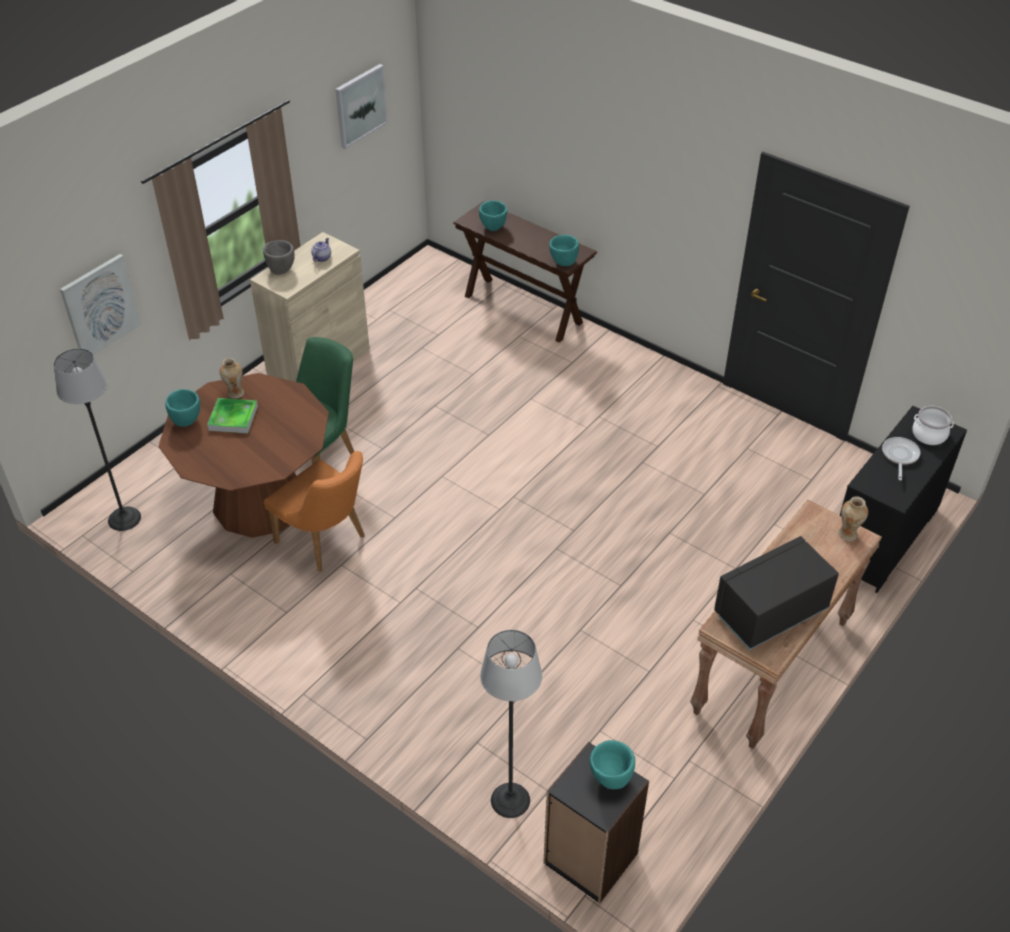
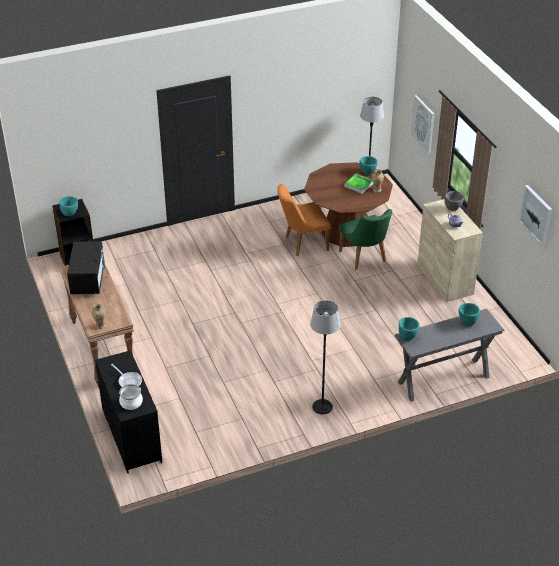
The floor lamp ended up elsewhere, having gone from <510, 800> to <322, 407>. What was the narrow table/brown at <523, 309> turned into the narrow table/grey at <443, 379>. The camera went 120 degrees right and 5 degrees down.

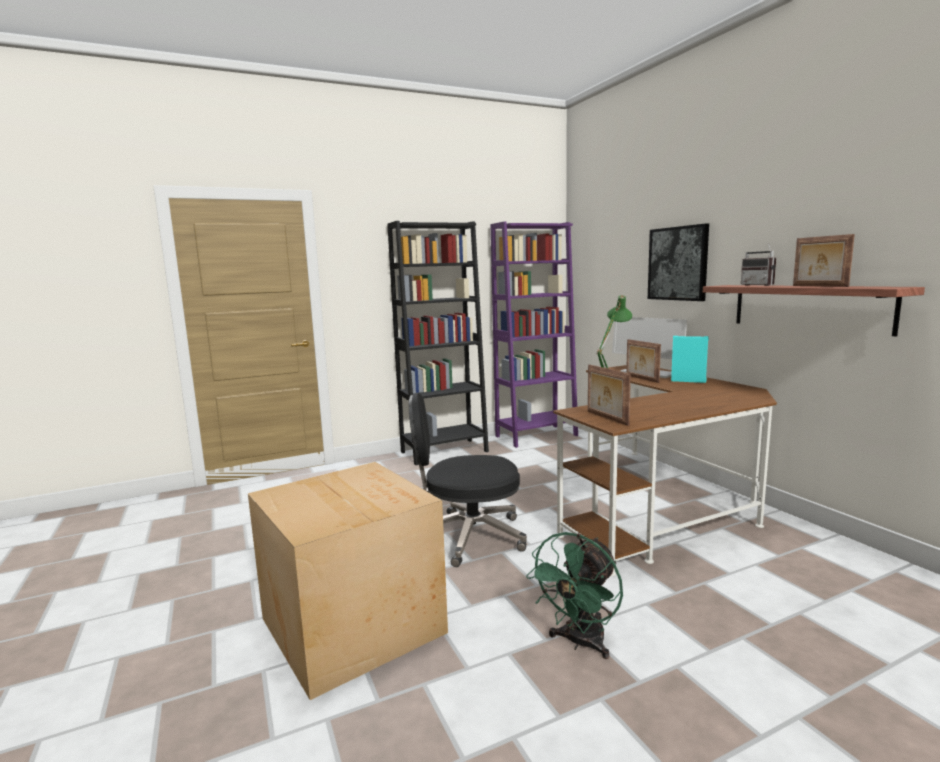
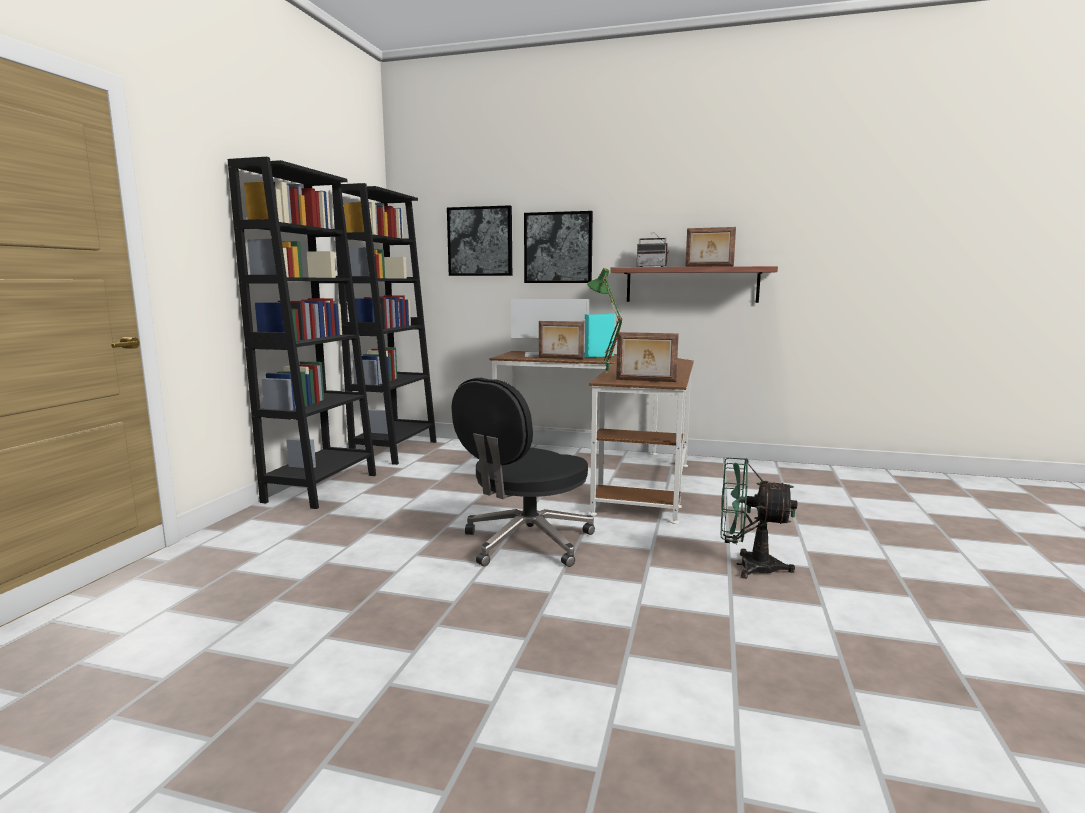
What was the bookshelf/purple-coloured at <536, 436> turned into the bookshelf/black at <395, 450>. The second view gained the picture at <480, 241>. The electric fan/green at <580, 643> ended up facing another way, 120 degrees clockwise from before. The second view lost the cardboard box at <353, 623>. The camera went 50 degrees left and 0 degrees up.

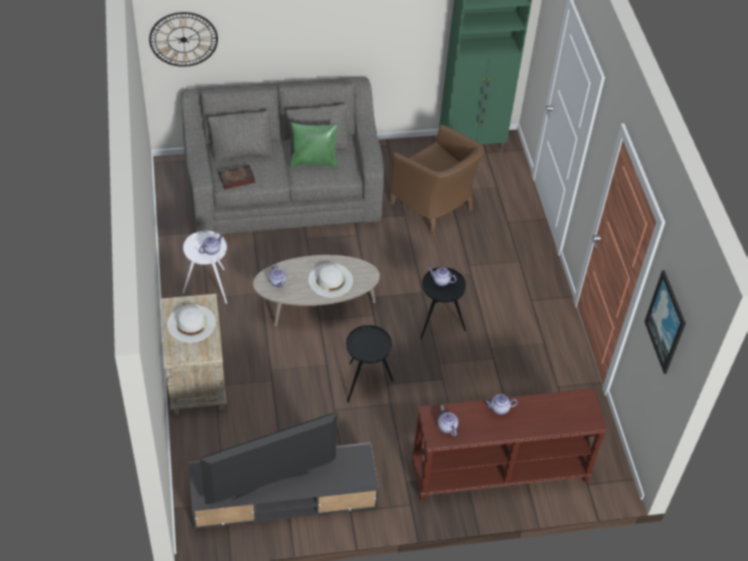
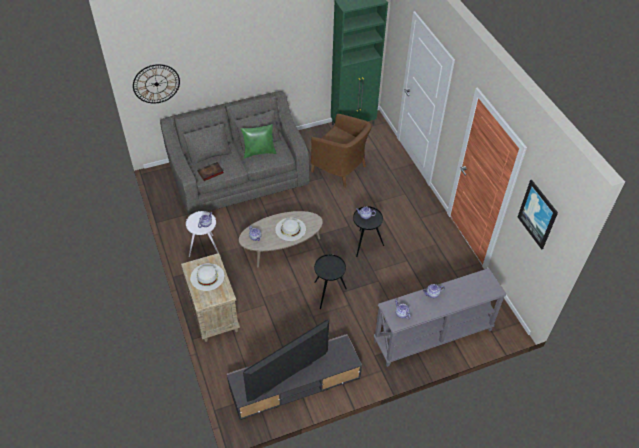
What was the narrow table/brown at <499, 472> turned into the narrow table/grey at <433, 336>. The camera went 10 degrees left and 0 degrees up.

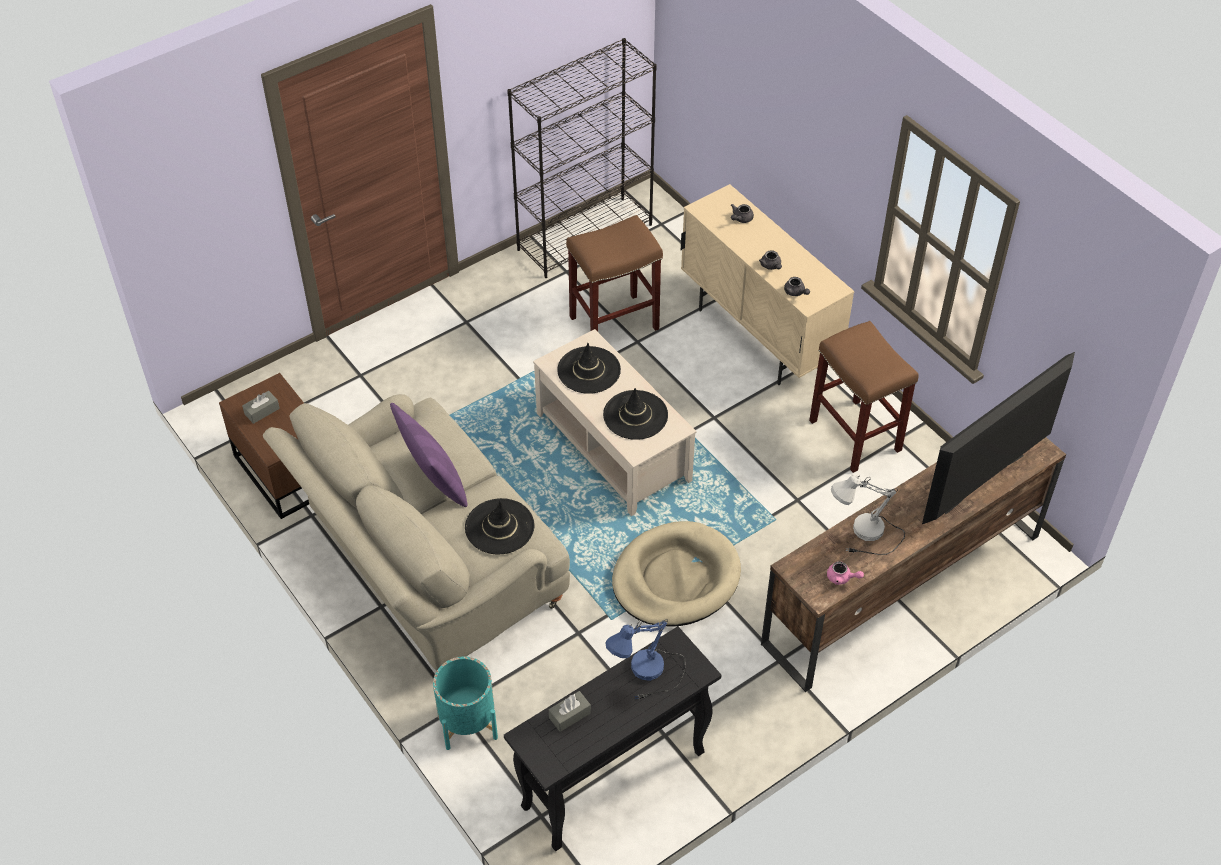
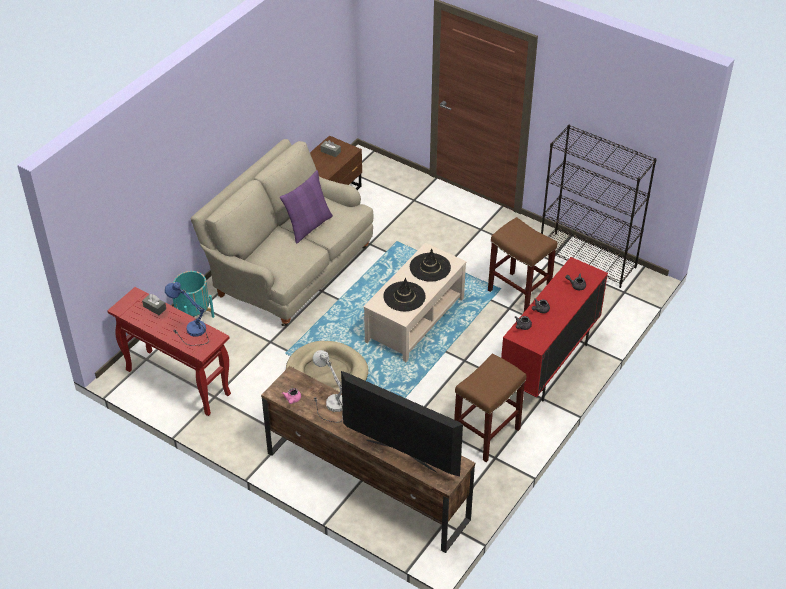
What was the narrow table/black at <612, 781> turned into the narrow table/red-coloured at <177, 382>. What was the cupboard/beige-coloured at <758, 336> turned into the cupboard/red-coloured at <549, 365>. The second view lost the hat/black at <499, 527>. The camera went 70 degrees right and 5 degrees down.

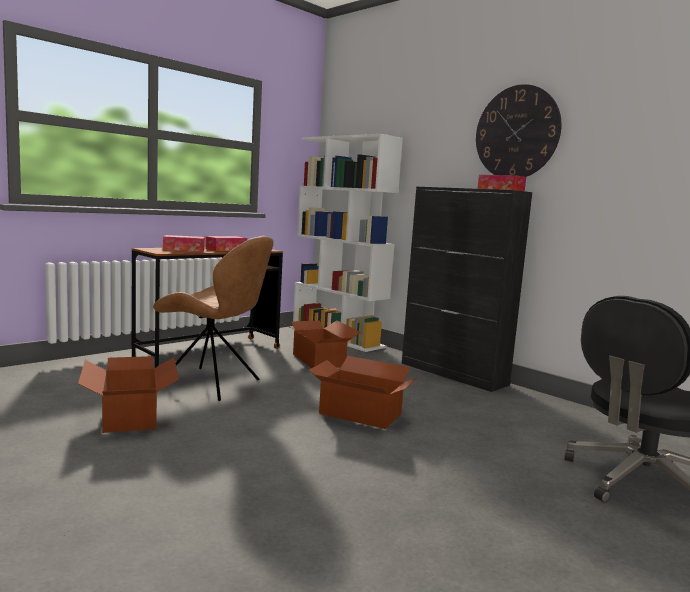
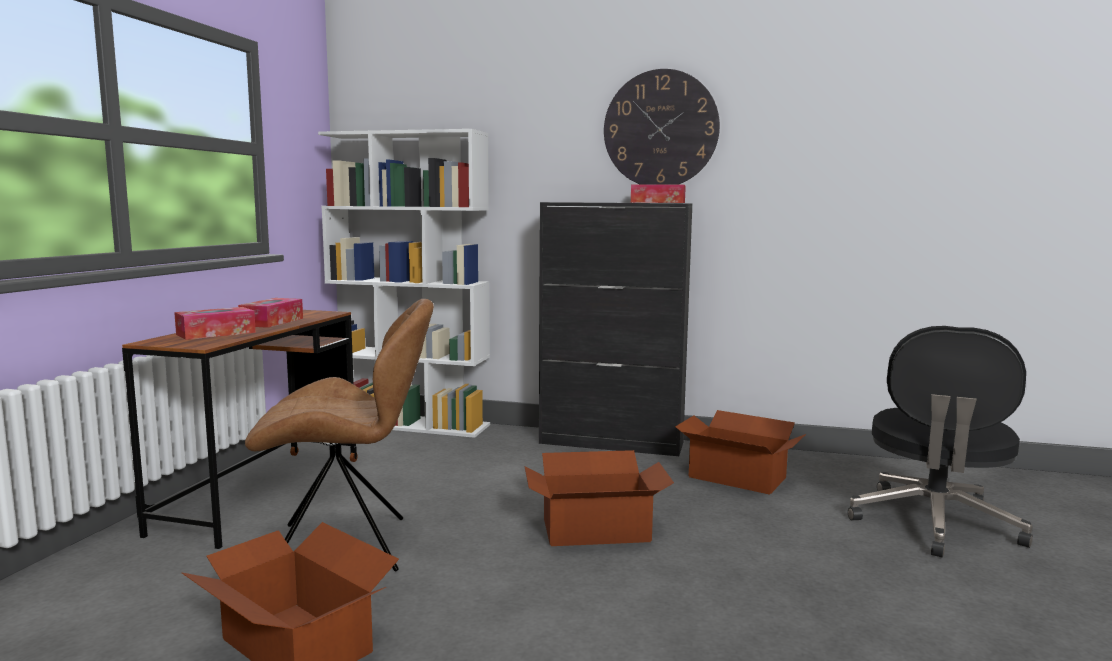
The cardboard box ended up elsewhere, having gone from <319, 360> to <736, 477>. The camera went 30 degrees left and 0 degrees up.

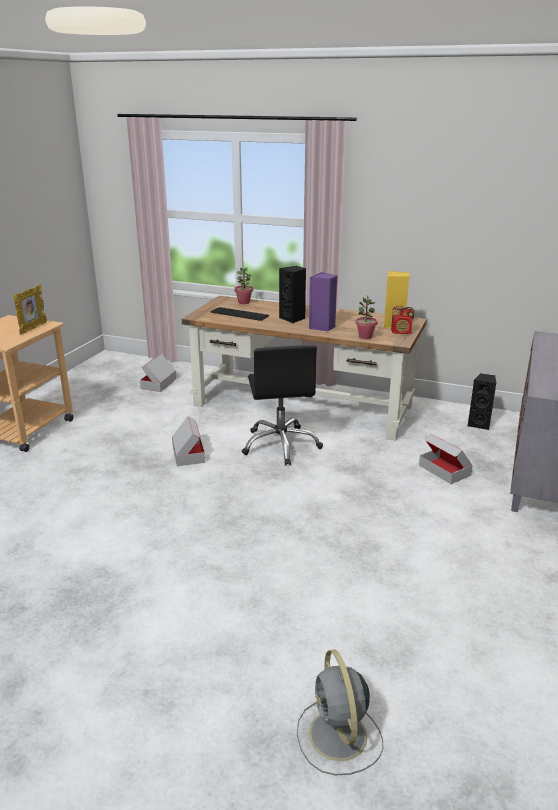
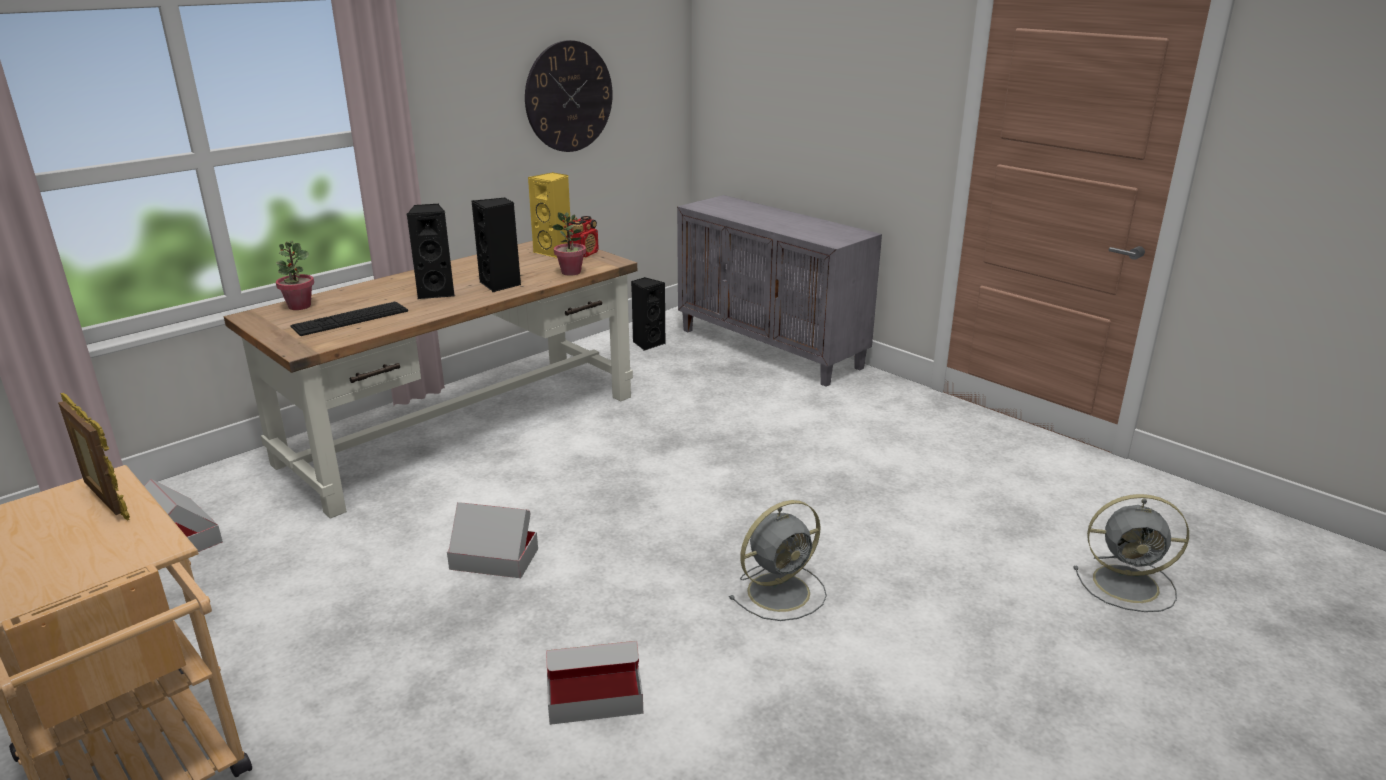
What was the audio speaker/purple-coloured at <322, 327> turned into the audio speaker/black at <501, 284>. The second view gained the wall clock at <569, 97>. The cardboard box ended up elsewhere, having gone from <444, 470> to <595, 696>. The second view gained the electric fan/grey at <781, 591>. The second view lost the desk chair/black at <281, 445>. The camera went 65 degrees left and 0 degrees up.

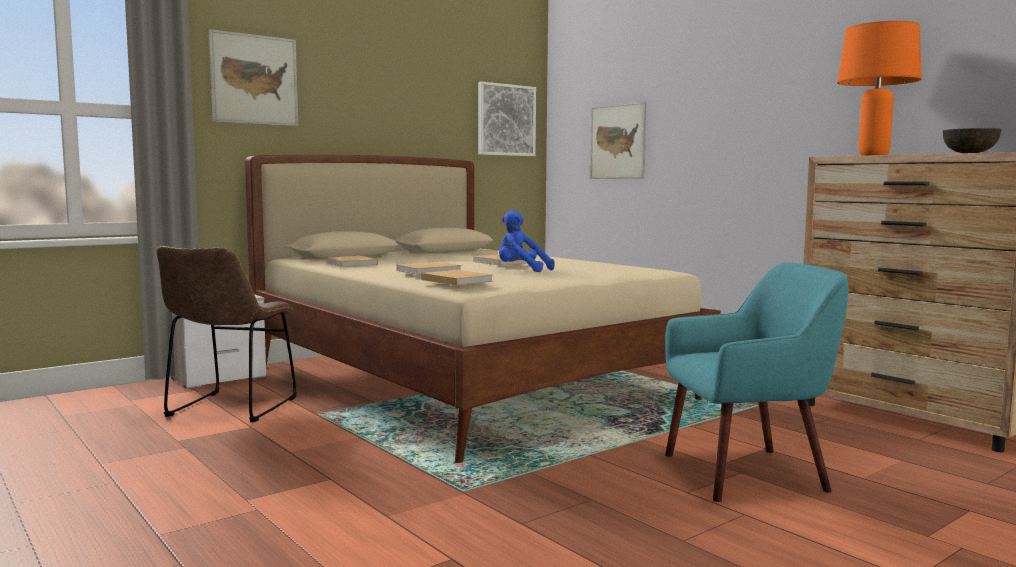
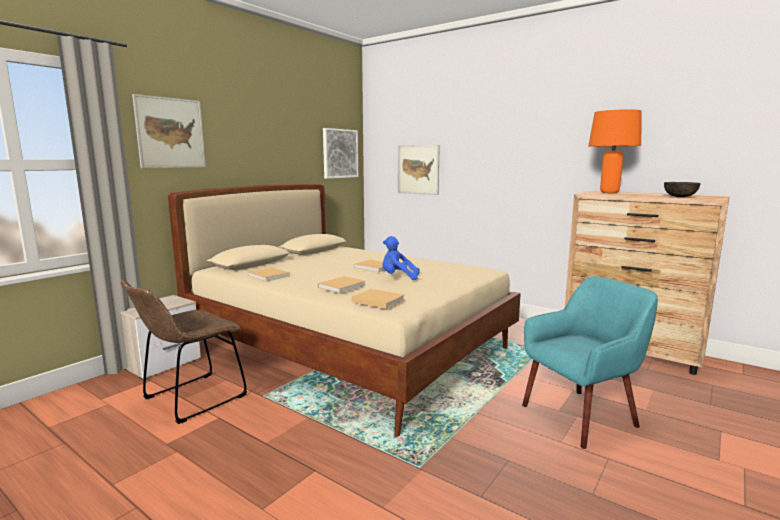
The upright chair/brown at <229, 409> ended up facing another way, 45 degrees clockwise from before. The camera went 15 degrees left and 5 degrees up.

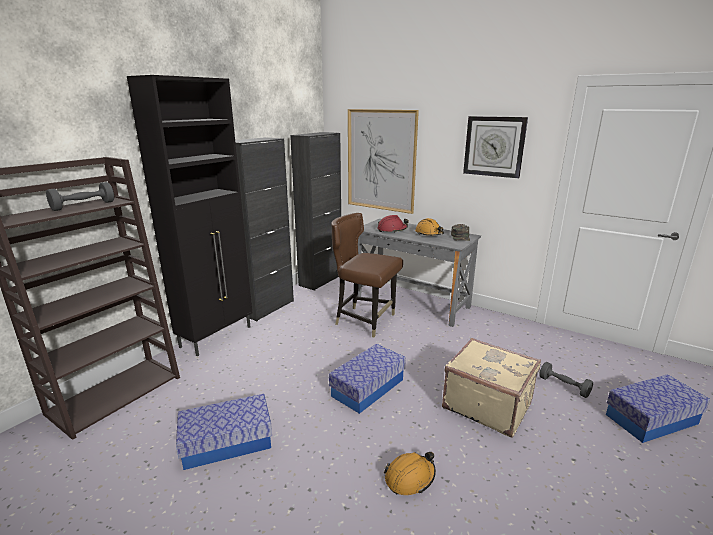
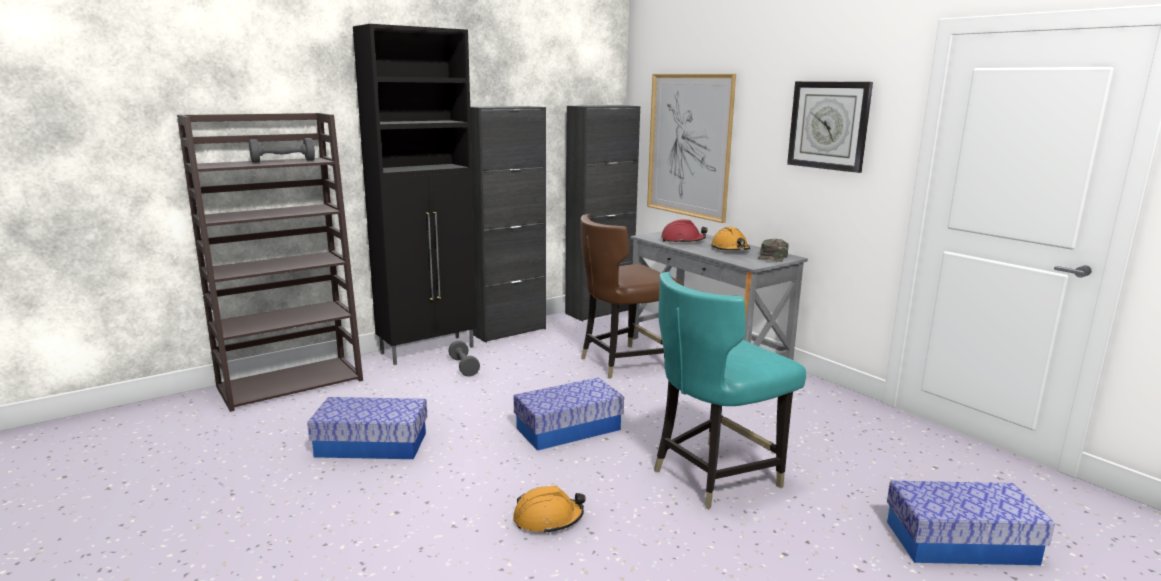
The hand weight/grey ended up elsewhere, having gone from <564, 386> to <464, 367>. The upright chair/brown at <365, 320> ended up facing another way, 75 degrees counterclockwise from before. Where the suitcase/beige-coloured stood at <487, 404>, the upright chair/blue-green came to stand at <714, 475>. The camera went 20 degrees right and 5 degrees down.

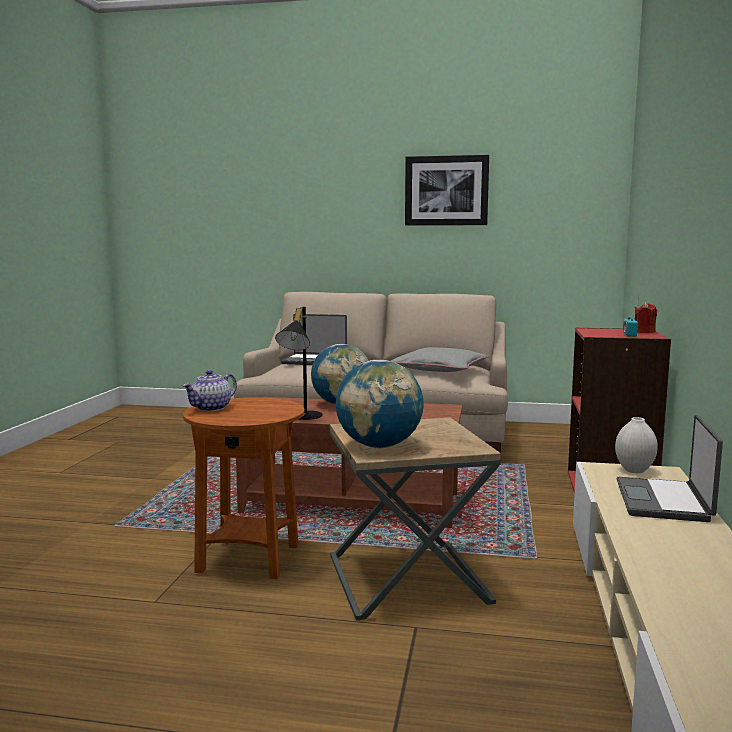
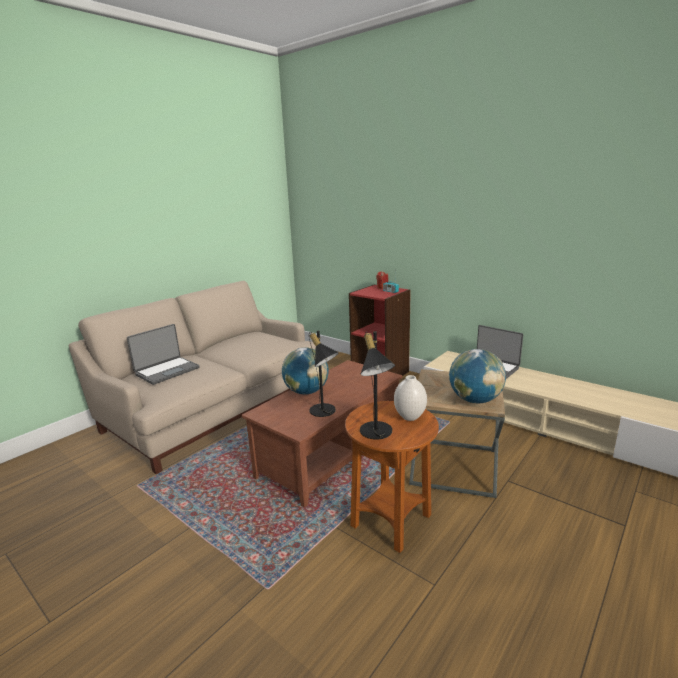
Where the tea pot stood at <211, 408>, the table lamp/black came to stand at <376, 434>. The decorative vase/white ended up elsewhere, having gone from <634, 470> to <410, 417>. The second view lost the cushion/grey at <439, 369>. The second view lost the picture at <446, 191>. The camera went 60 degrees left and 10 degrees up.

